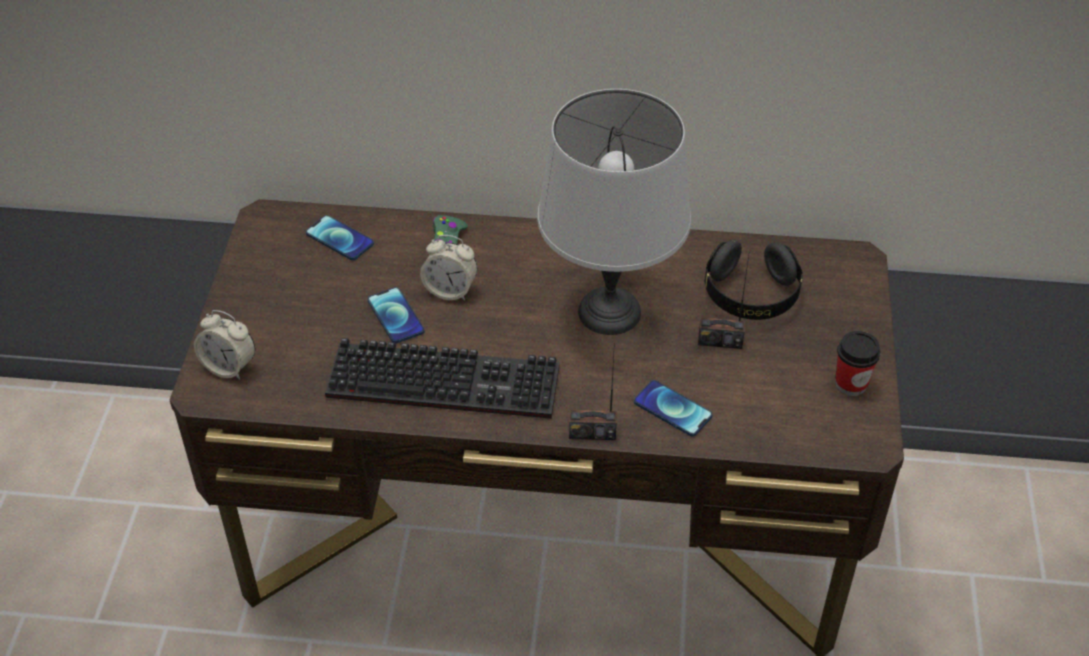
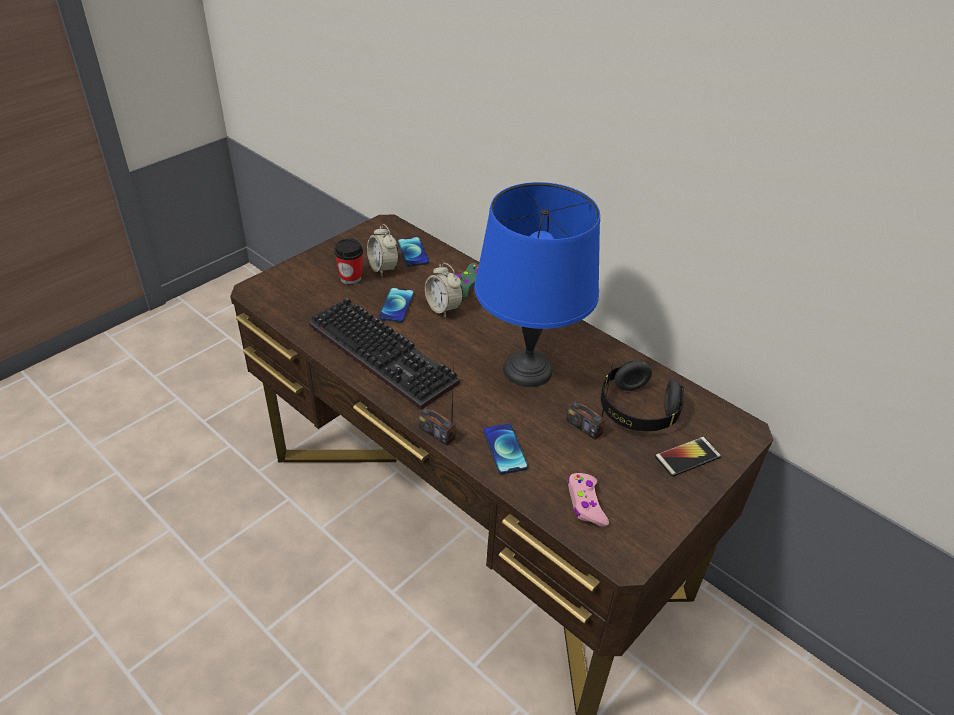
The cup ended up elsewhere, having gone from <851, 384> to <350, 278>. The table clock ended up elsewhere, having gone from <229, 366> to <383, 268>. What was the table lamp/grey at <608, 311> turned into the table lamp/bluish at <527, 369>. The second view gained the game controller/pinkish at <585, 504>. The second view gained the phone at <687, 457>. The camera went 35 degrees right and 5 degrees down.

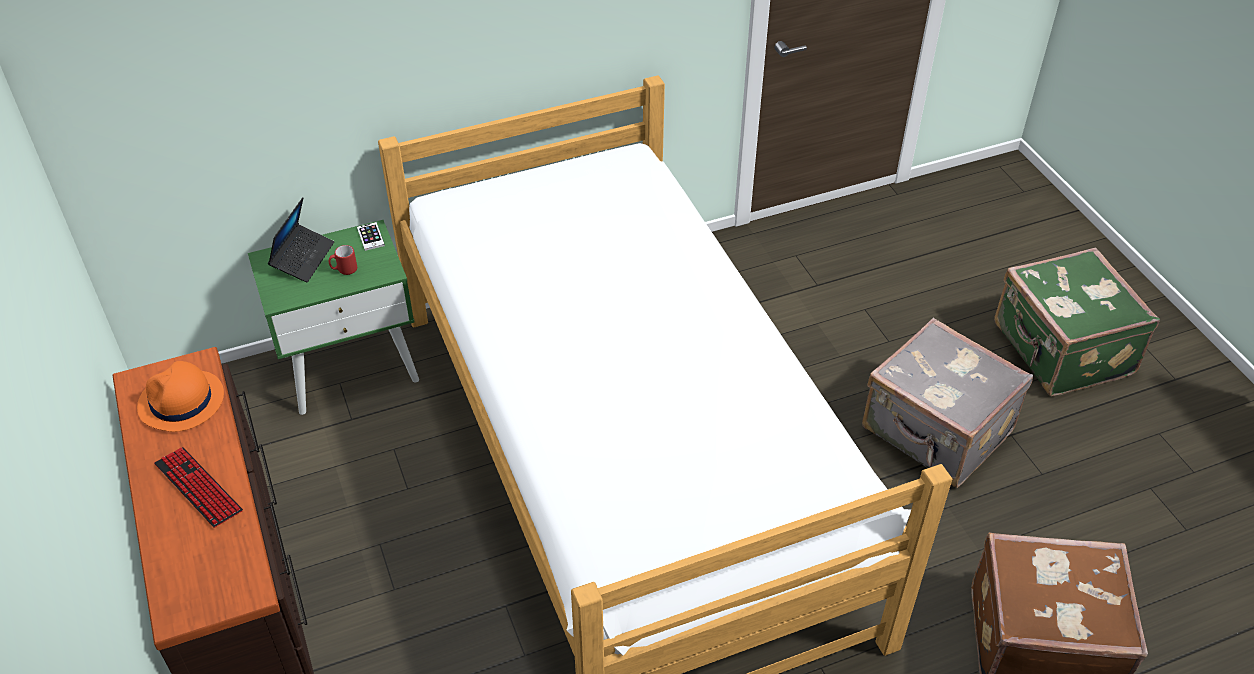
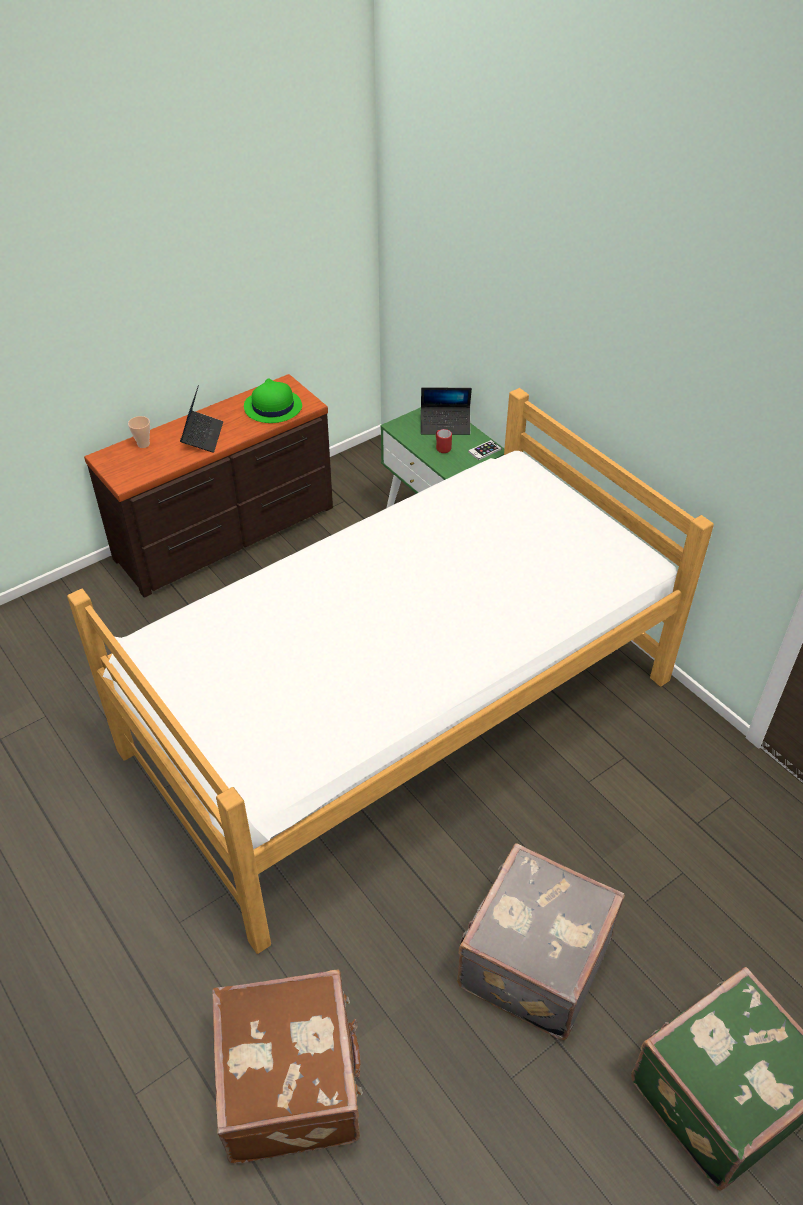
The second view gained the cup at <143, 444>. Where the PC keyboard stood at <198, 488>, the laptop came to stand at <202, 436>. What was the hat/orange-coloured at <181, 402> turned into the hat/green at <272, 407>. The camera went 75 degrees right and 0 degrees up.

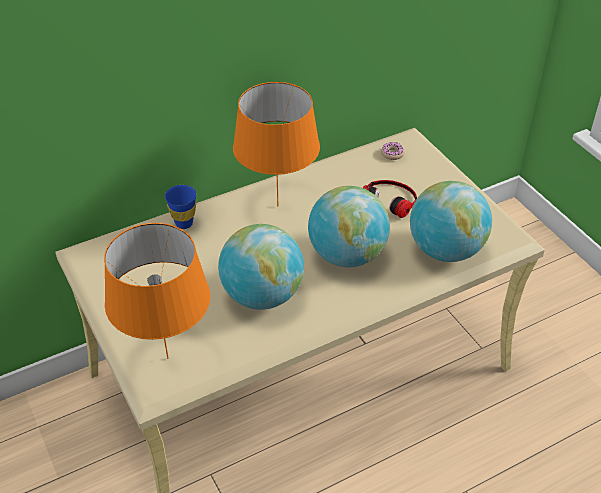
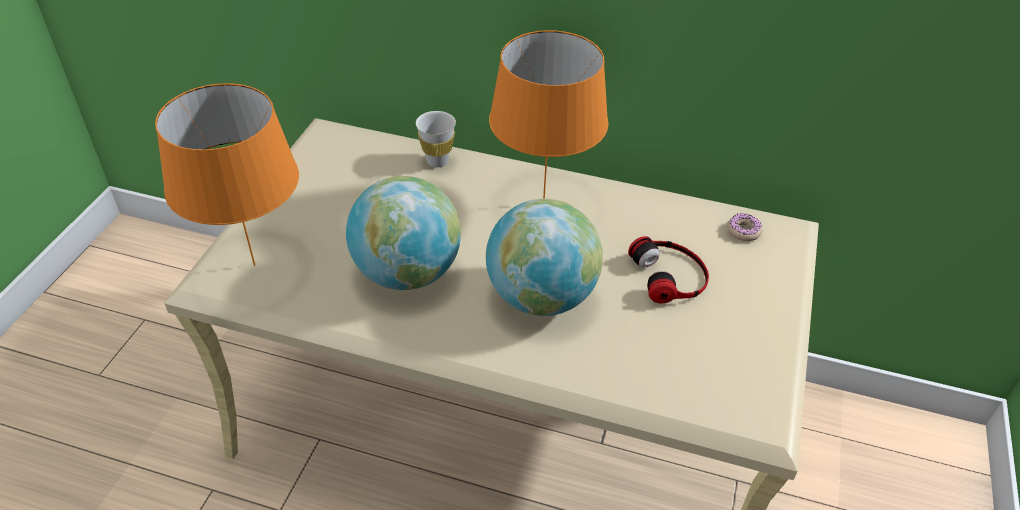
What was the cup/bluish at <184, 223> turned into the cup/white at <437, 161>. The second view lost the globe at <445, 250>. The camera went 45 degrees right and 0 degrees up.

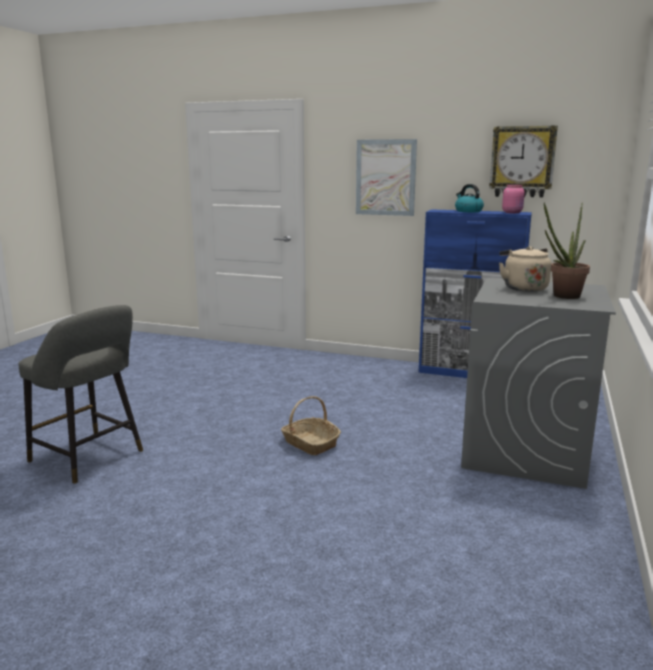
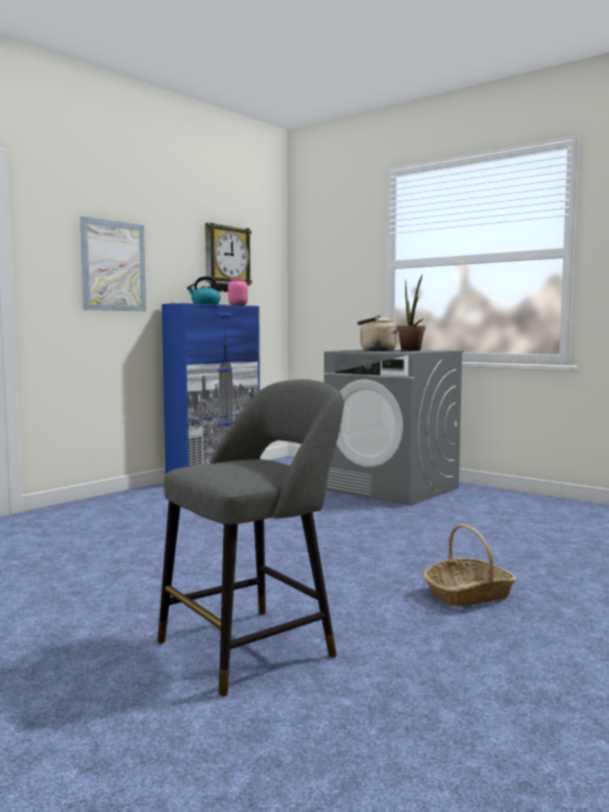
The storage basket ended up elsewhere, having gone from <310, 443> to <468, 595>. The camera went 70 degrees left and 10 degrees down.

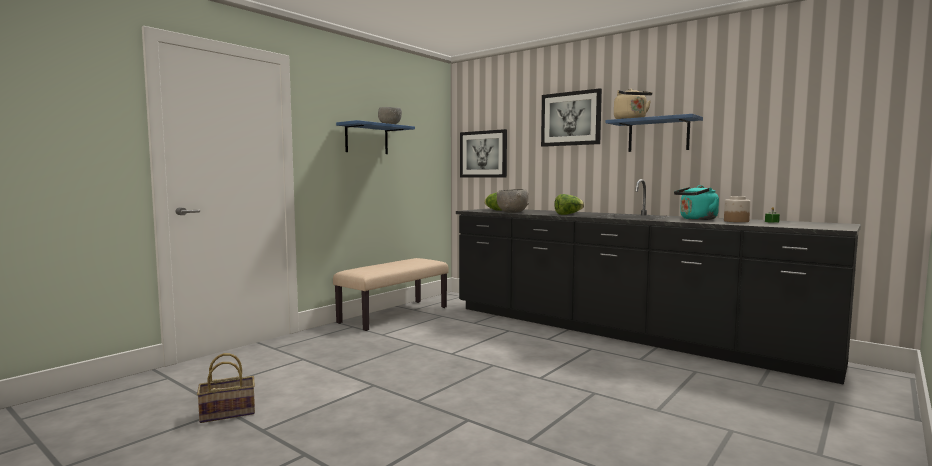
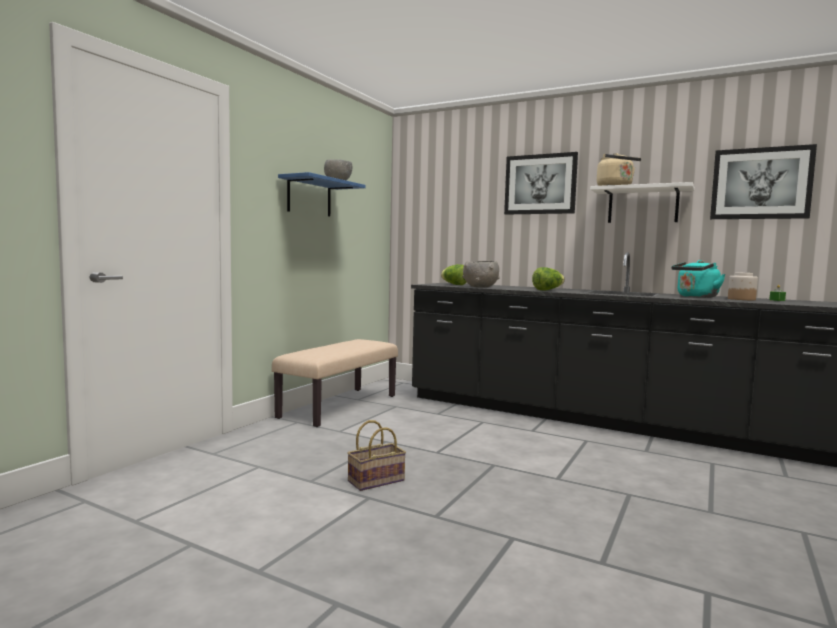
The storage basket ended up elsewhere, having gone from <229, 412> to <377, 480>. What was the bracket shelf/bluish at <658, 135> turned into the bracket shelf/white at <643, 205>. The picture ended up elsewhere, having gone from <483, 154> to <760, 183>. The camera went 10 degrees left and 0 degrees up.

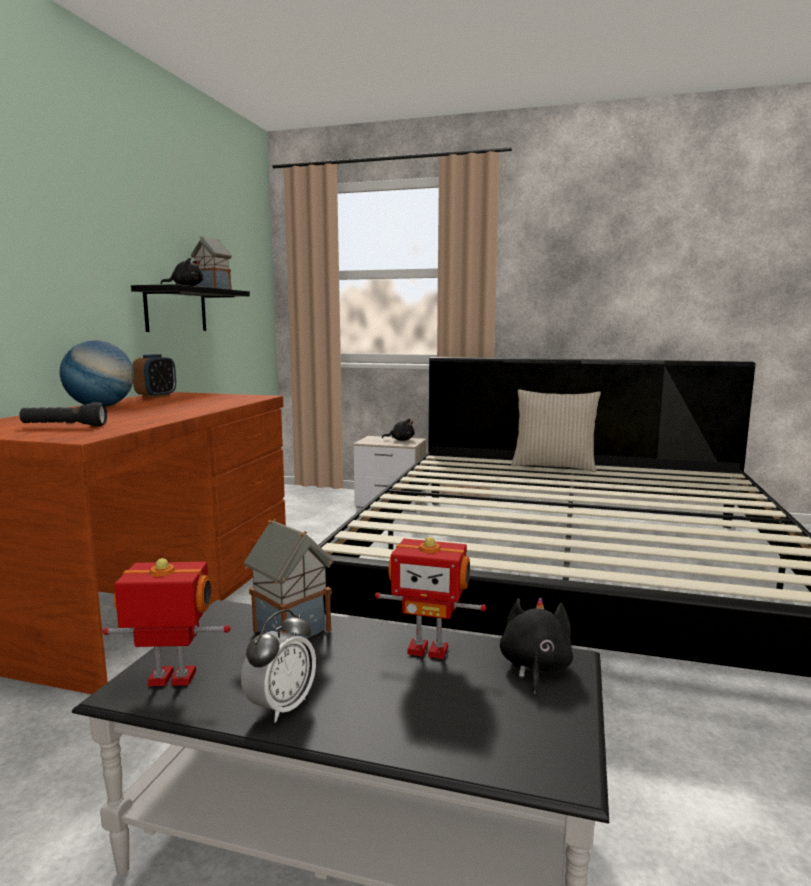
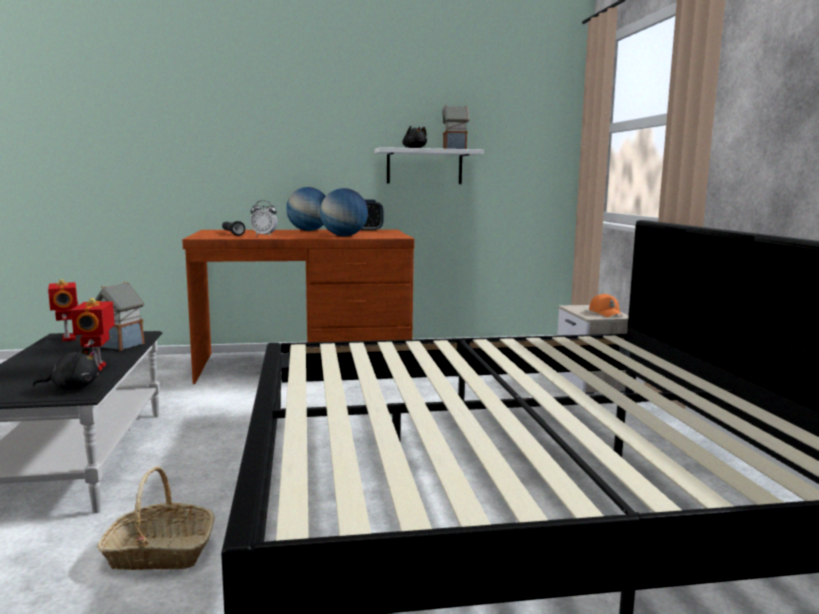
The second view gained the storage basket at <159, 553>. The table clock ended up elsewhere, having gone from <281, 707> to <264, 235>. The second view gained the globe at <344, 236>. What was the bracket shelf/black at <176, 310> turned into the bracket shelf/white at <424, 167>. Where the soft toy/black stood at <400, 440>, the baseball cap/orange-coloured came to stand at <605, 313>. The second view lost the cushion/beige-coloured at <553, 466>. The camera went 65 degrees right and 0 degrees up.

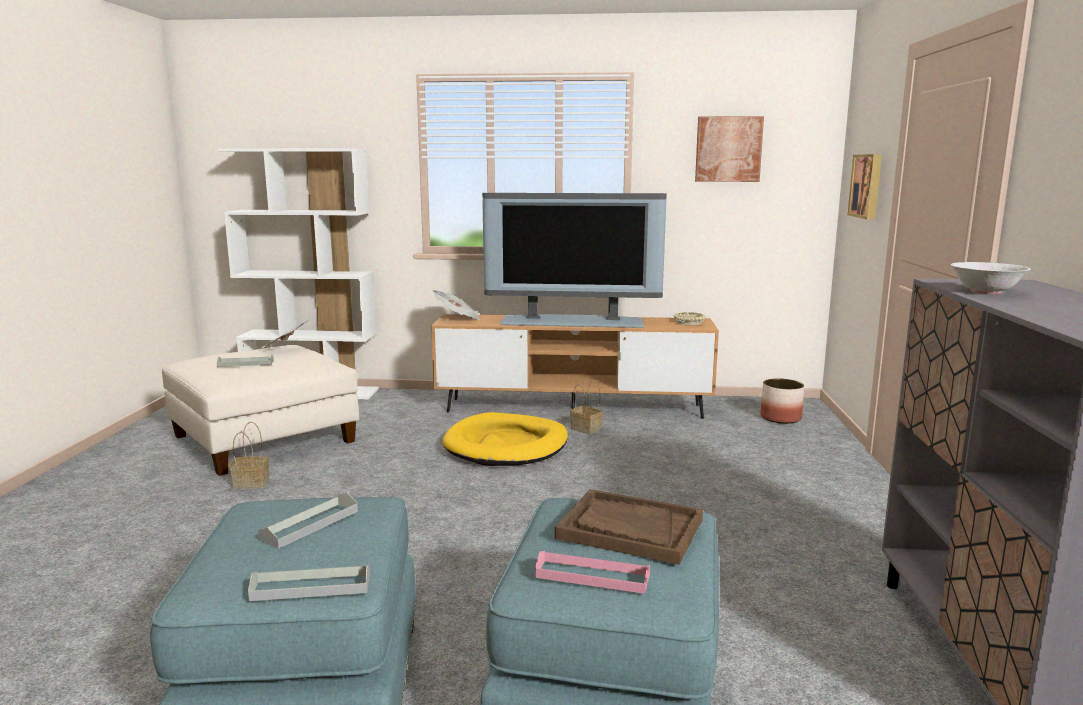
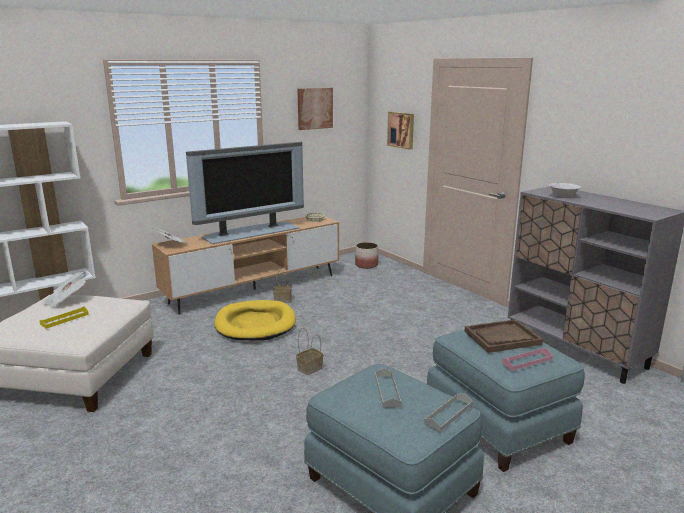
What was the carrying tray/grey at <245, 364> turned into the carrying tray/yellow at <64, 319>. The storage basket ended up elsewhere, having gone from <252, 483> to <310, 368>. The camera went 40 degrees left and 5 degrees up.

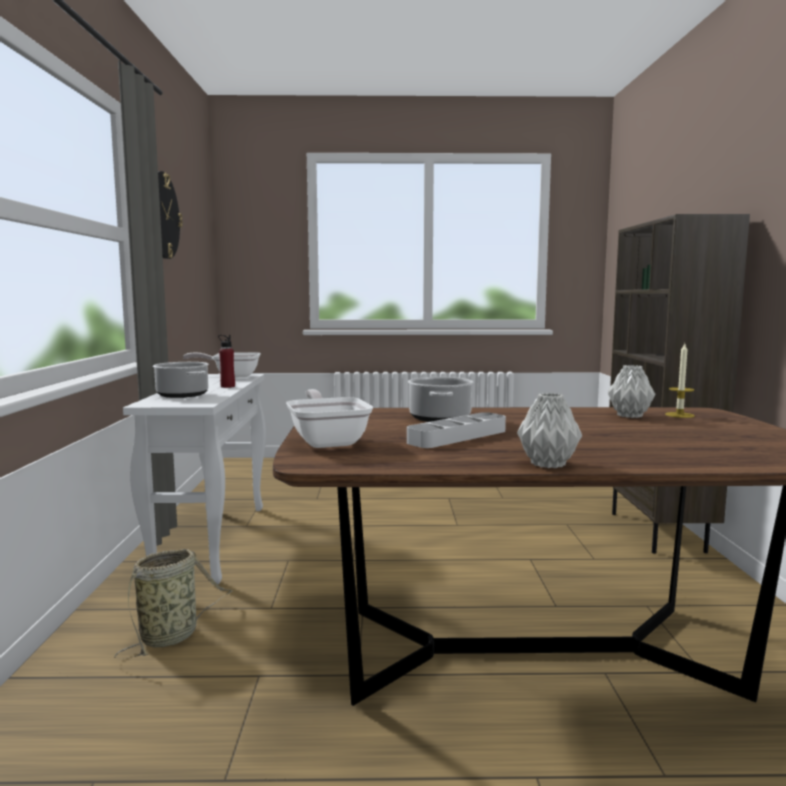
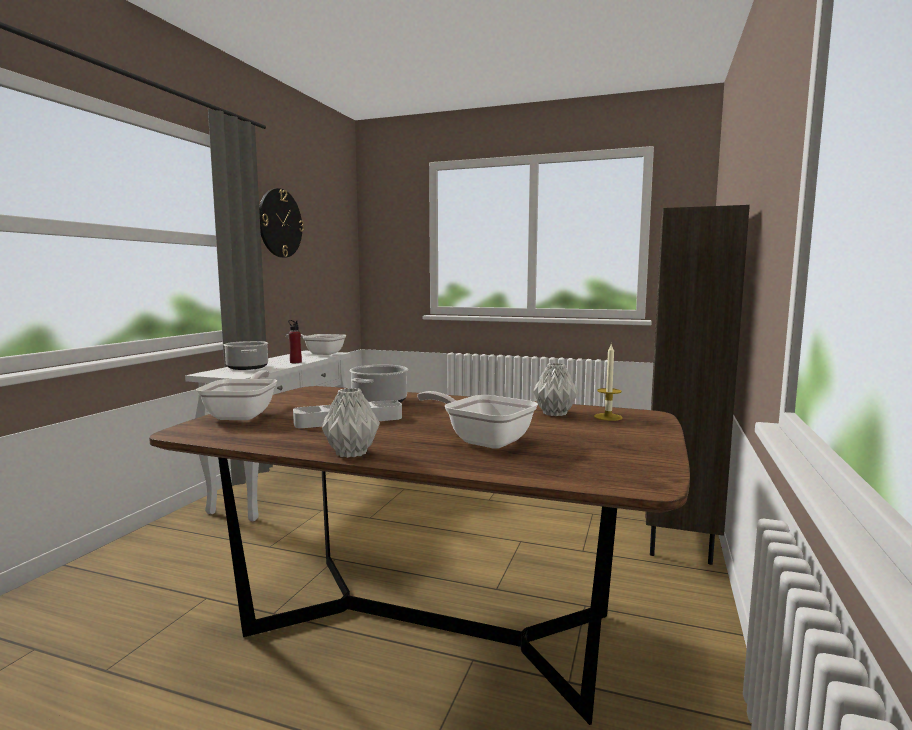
The second view gained the skillet at <482, 440>. The second view lost the storage basket at <172, 635>. The camera went 20 degrees right and 0 degrees up.

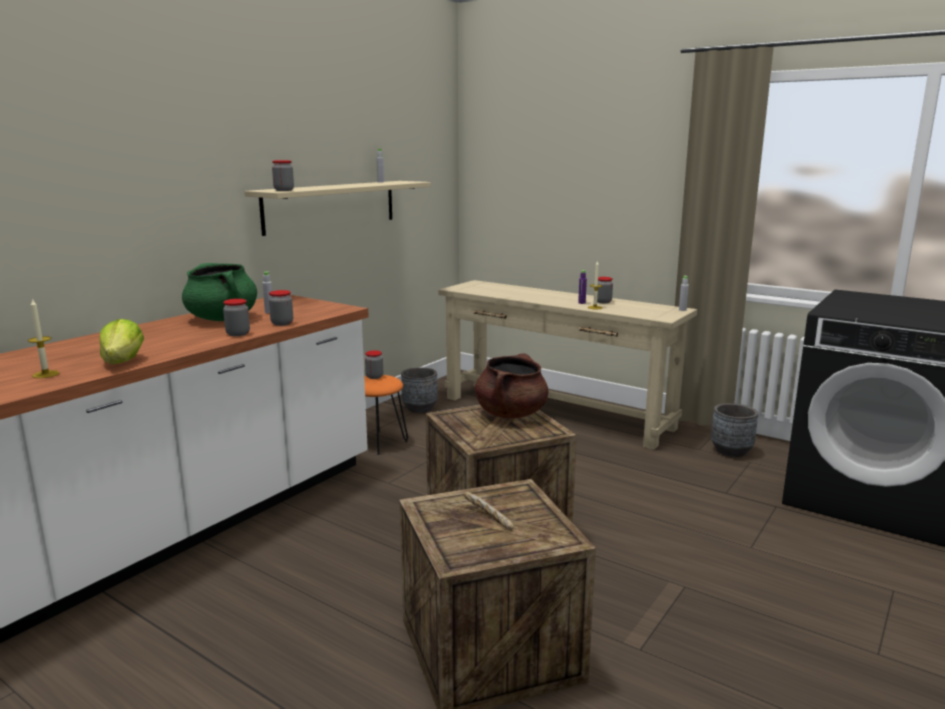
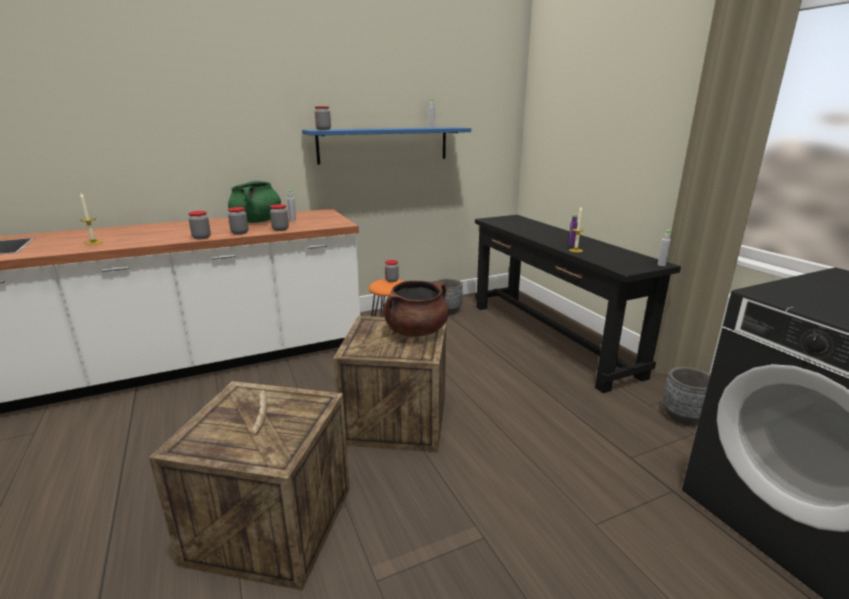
The preserve jar ended up elsewhere, having gone from <603, 302> to <201, 237>. What was the bracket shelf/beige-coloured at <331, 206> turned into the bracket shelf/bluish at <384, 145>. What was the narrow table/beige-coloured at <556, 412> turned into the narrow table/black at <549, 337>. The second view lost the lettuce at <123, 361>. The camera went 30 degrees right and 5 degrees up.

